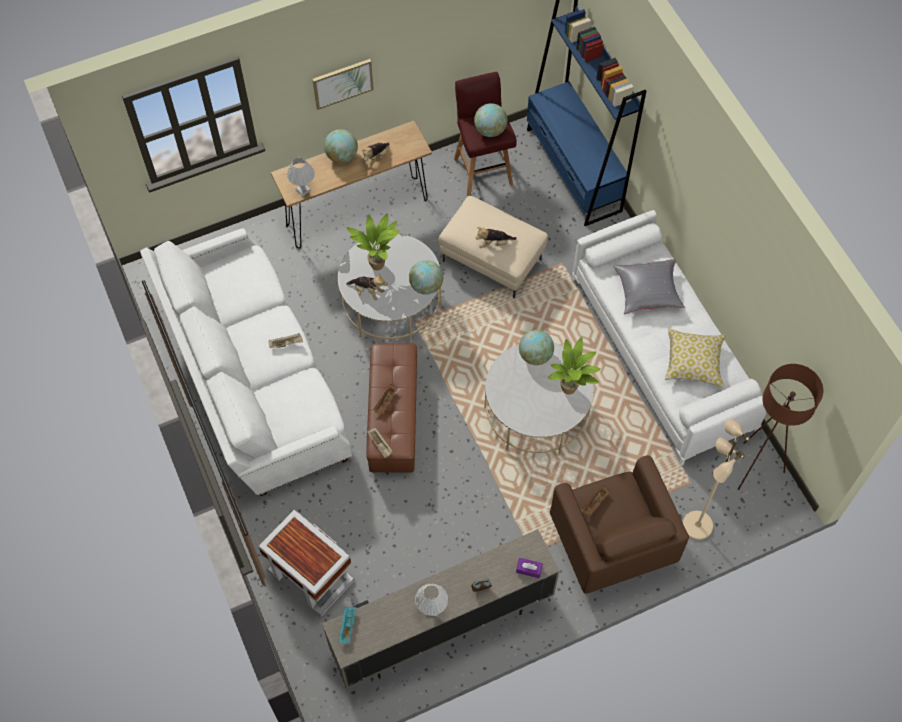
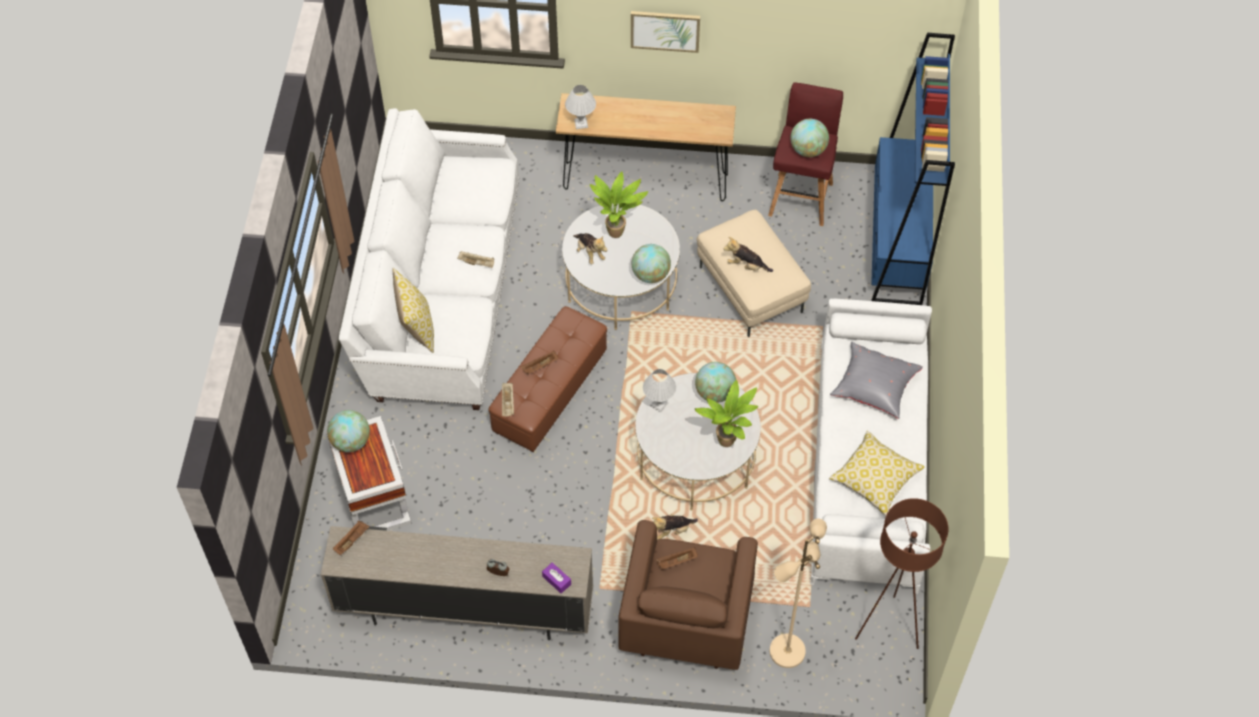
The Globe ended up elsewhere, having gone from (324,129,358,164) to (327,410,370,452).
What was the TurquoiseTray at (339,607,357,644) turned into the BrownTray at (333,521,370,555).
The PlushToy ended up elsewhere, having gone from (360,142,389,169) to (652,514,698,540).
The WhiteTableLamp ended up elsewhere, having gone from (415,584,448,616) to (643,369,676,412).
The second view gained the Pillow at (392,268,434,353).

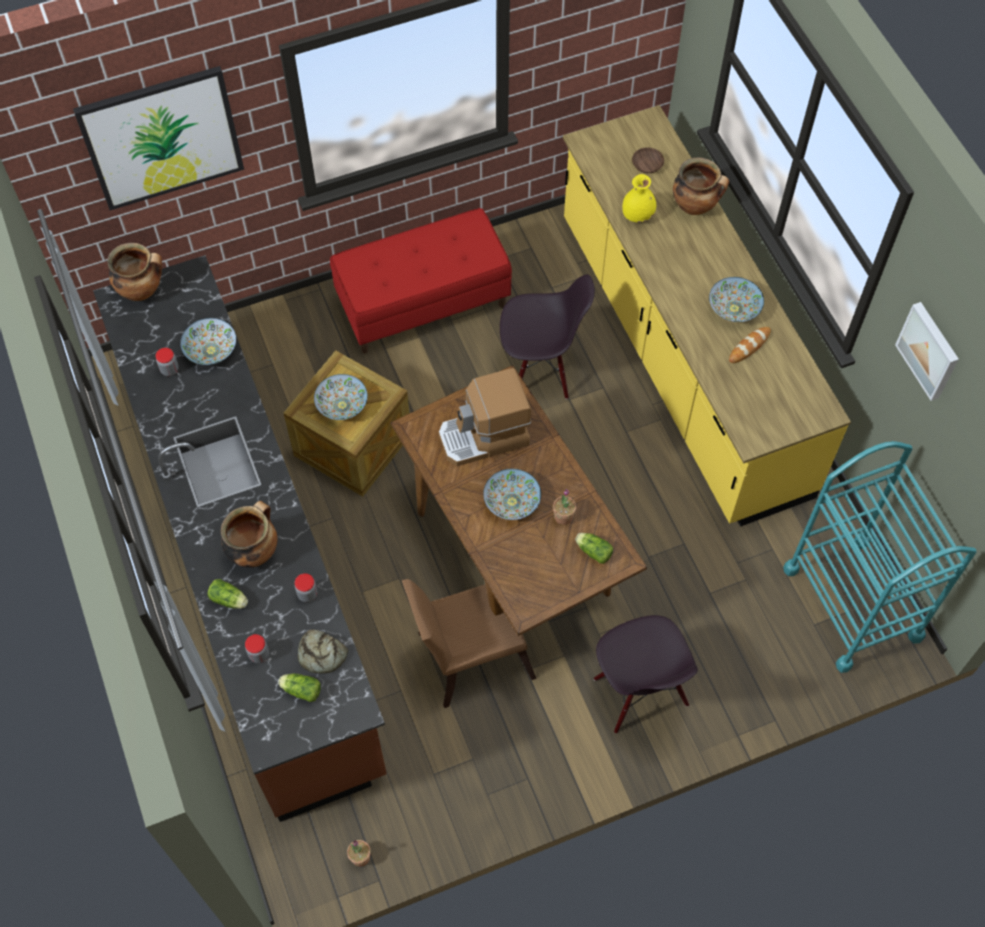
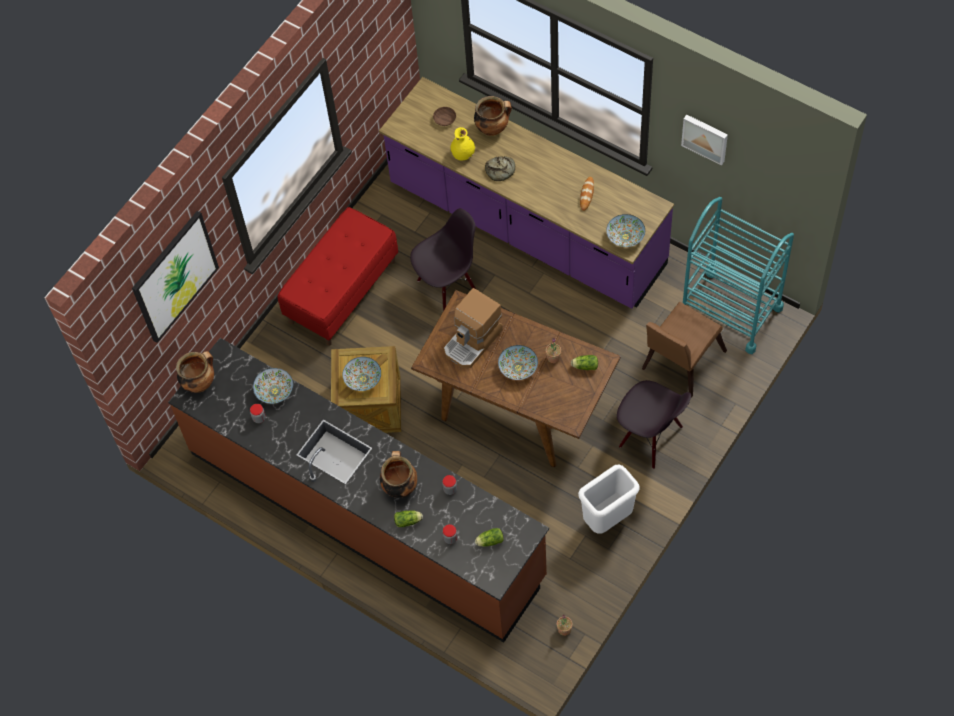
The Bread ended up elsewhere, having gone from (298,630,348,674) to (485,156,515,181).
The BrownChair ended up elsewhere, having gone from (402,579,536,708) to (642,302,727,398).
What was the YellowCounter at (563,105,851,527) turned into the PurpleCounter at (379,77,674,309).
The Bowl ended up elsewhere, having gone from (709,277,764,322) to (606,214,645,247).
The second view gained the WhiteTrashCan at (578,465,640,534).

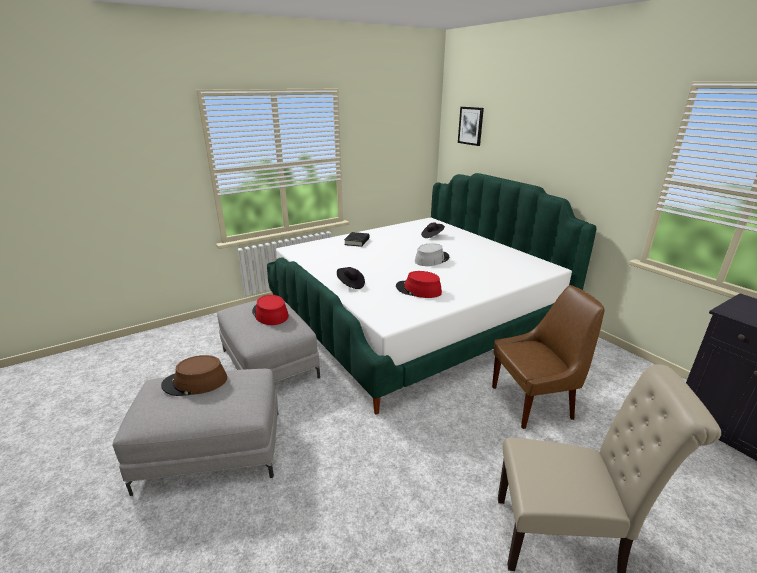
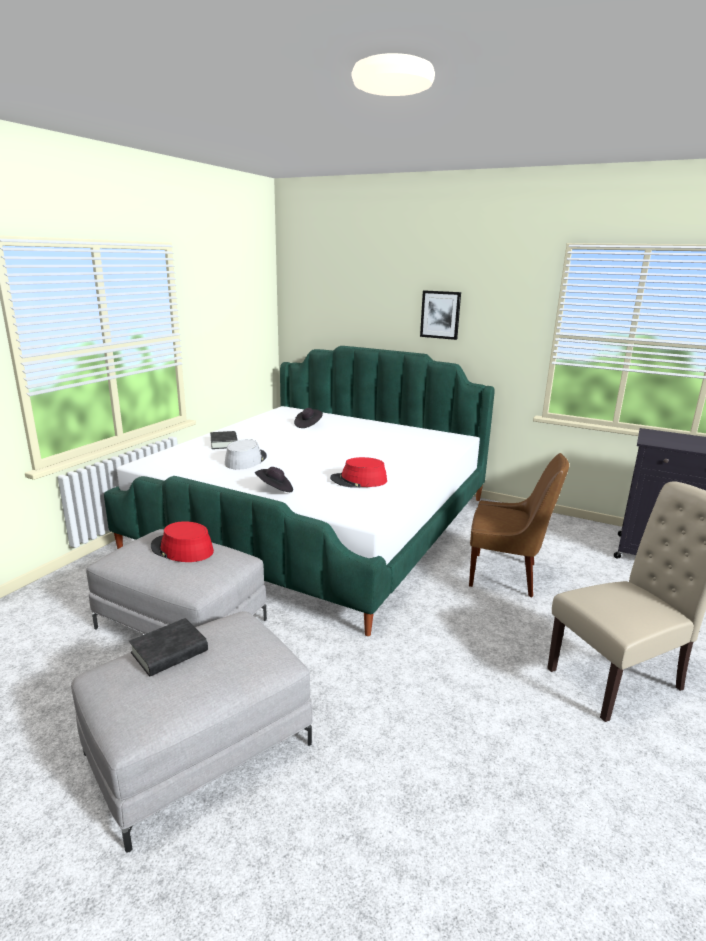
Where the BrownHat stood at (161,355,227,396), the BlackBook came to stand at (129,618,208,677).
The GreyHat ended up elsewhere, having gone from (415,243,449,266) to (225,439,267,469).
The Picture ended up elsewhere, having gone from (458,107,484,146) to (420,290,461,340).
The BrownChair at (492,285,605,429) ended up facing another way, 60 degrees clockwise from before.

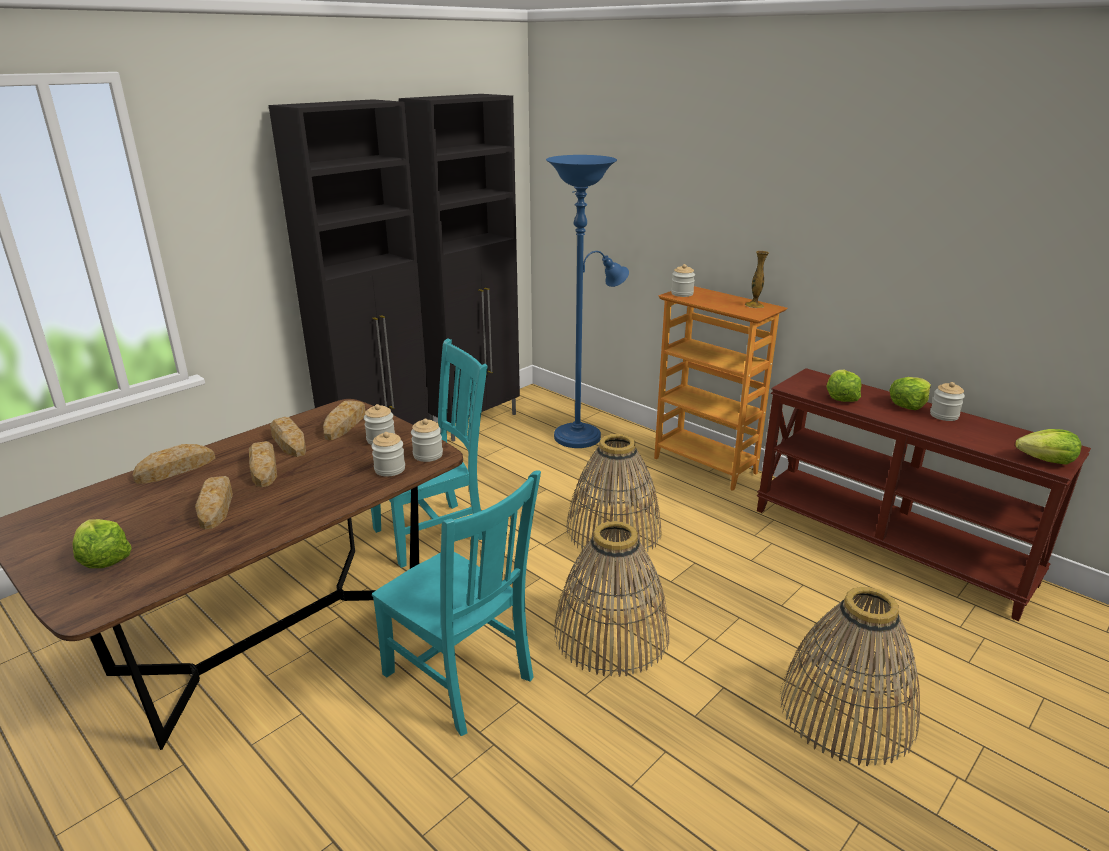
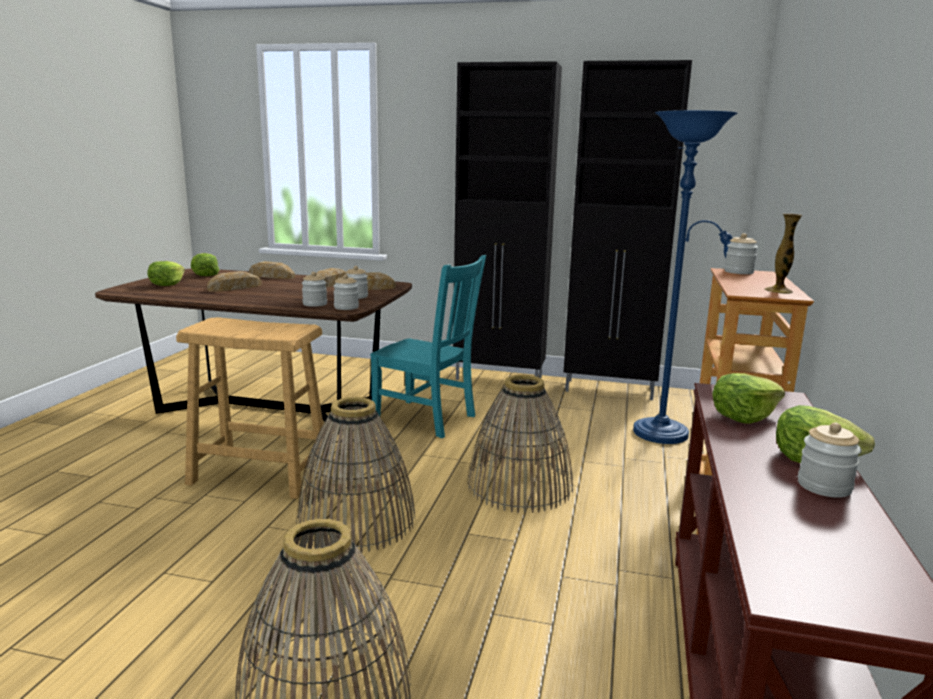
The second view lost the Bread at (249,441,277,487).
Where the TurquoiseChair stood at (372,471,541,736), the BeigeStool came to stand at (176,317,329,499).
The Lettuce ended up elsewhere, having gone from (1015,429,1081,465) to (191,253,219,276).

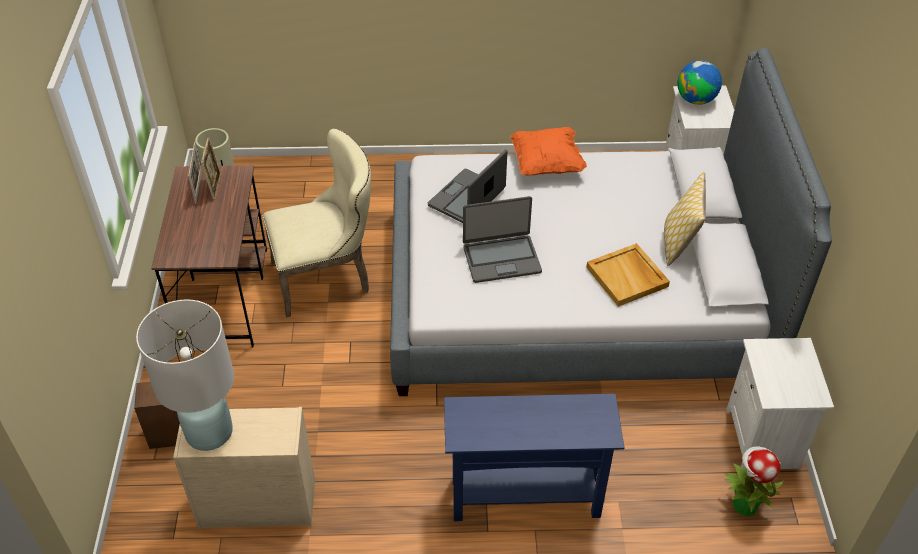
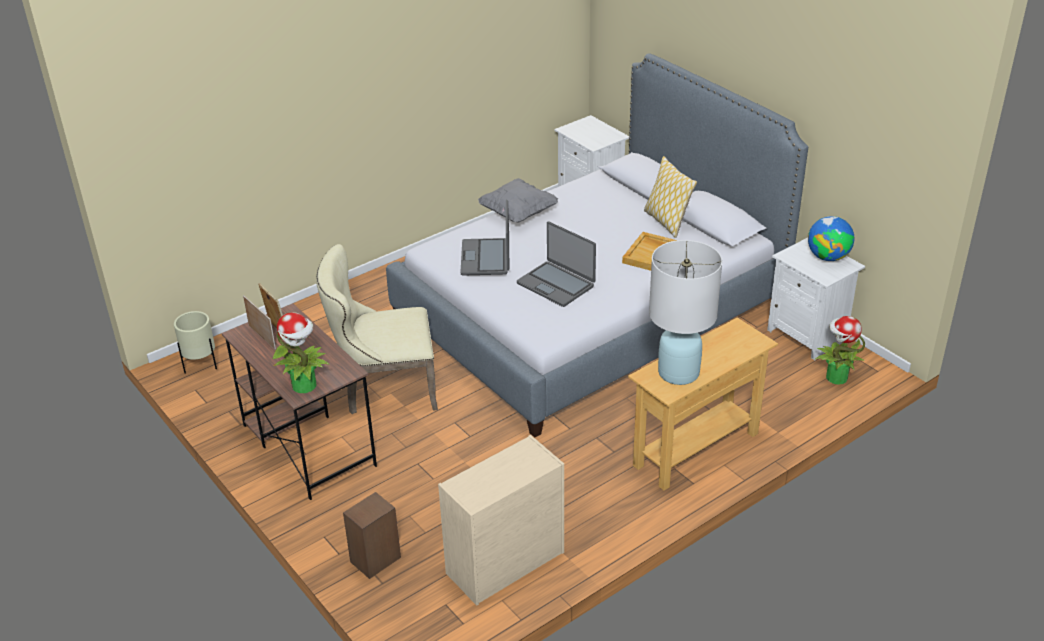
The WhiteTableLamp ended up elsewhere, having gone from (136,299,234,451) to (649,240,723,385).
The BeigeChair at (262,129,371,317) ended up facing another way, 135 degrees counterclockwise from before.
What was the BlueConsoleTable at (444,394,624,521) turned into the BeigeConsoleTable at (628,317,778,491).
The Laptop at (463,196,542,283) ended up facing another way, 90 degrees clockwise from before.
What was the OrangePillow at (510,127,587,176) turned into the GreyPillow at (478,178,558,223).
The Globe ended up elsewhere, having gone from (678,61,722,105) to (808,216,854,261).
The second view gained the PottedPlant at (273,312,330,393).

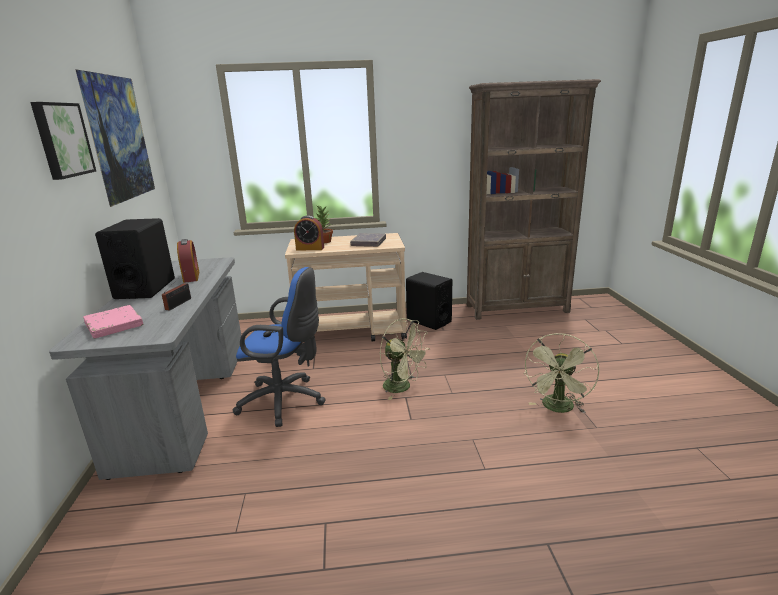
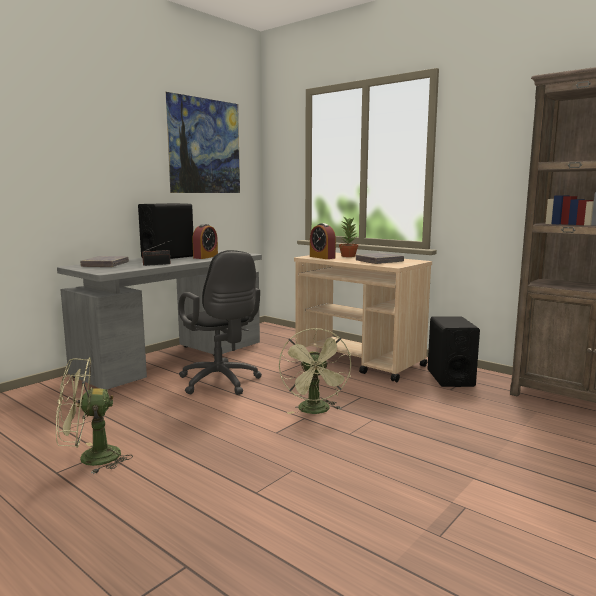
The second view lost the Picture at (30,102,96,180).
What was the PinkBook at (83,305,143,339) turned into the GreyBook at (80,256,129,267).
What was the BlueOfficeChair at (233,267,326,427) turned into the BlackOfficeChair at (178,250,262,395).
The GreenFan ended up elsewhere, having gone from (524,333,599,413) to (56,357,133,474).

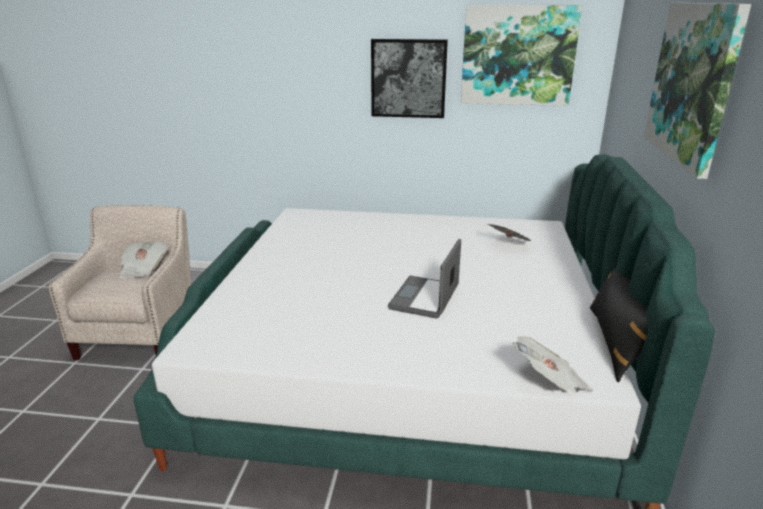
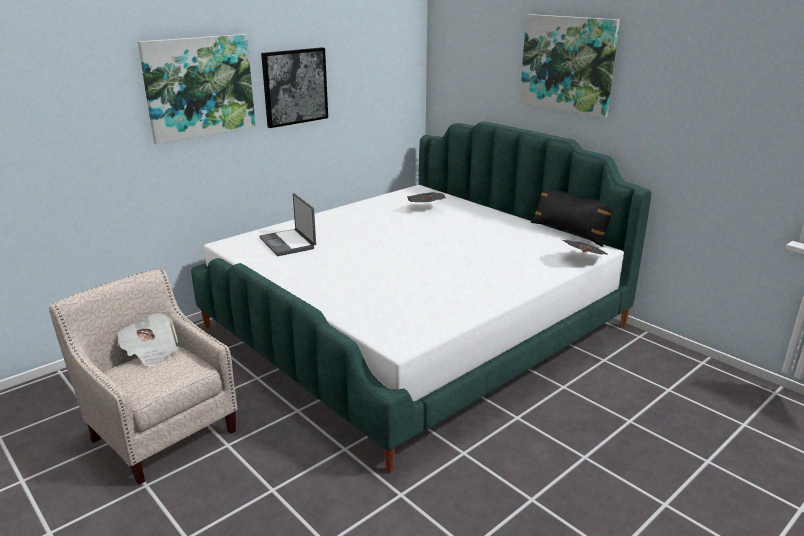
The Laptop ended up elsewhere, having gone from (388,239,461,318) to (259,193,316,256).
The Picture ended up elsewhere, having gone from (461,5,582,106) to (138,34,256,144).

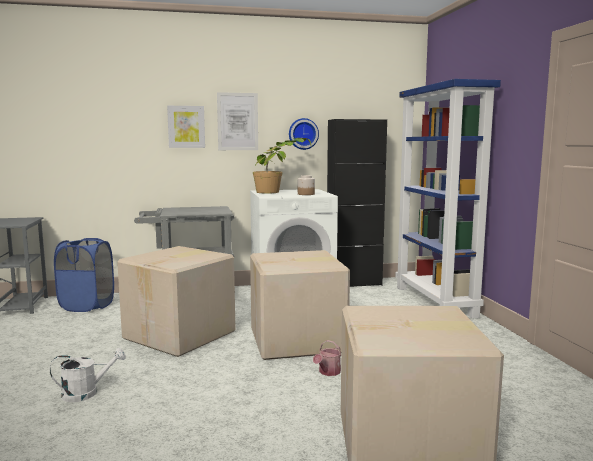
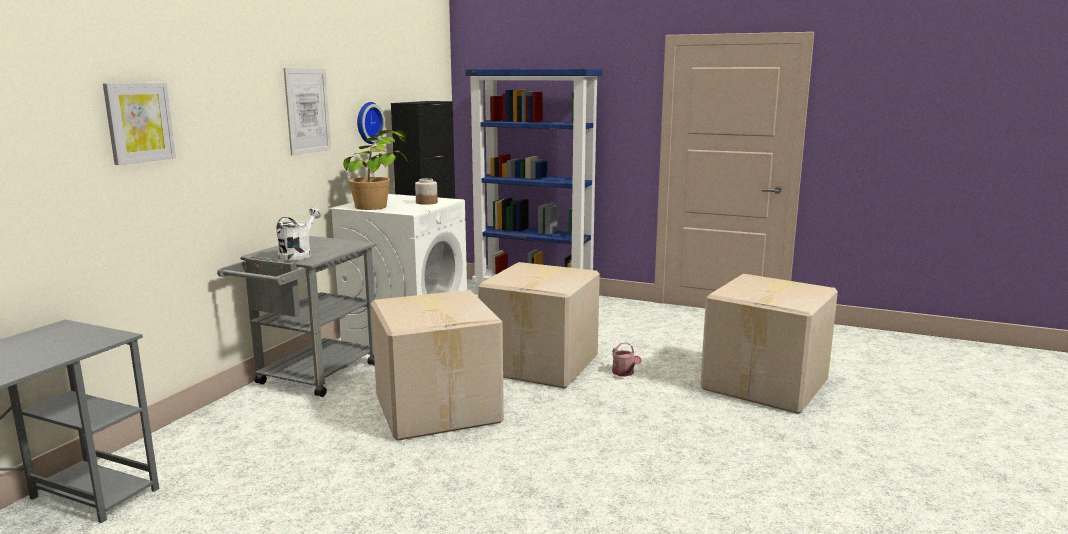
The WhiteWateringCan ended up elsewhere, having gone from (50,348,126,402) to (276,207,321,261).
The second view lost the BlueLaundryBasket at (54,238,114,312).
The Picture ended up elsewhere, having gone from (167,106,205,148) to (103,83,176,165).

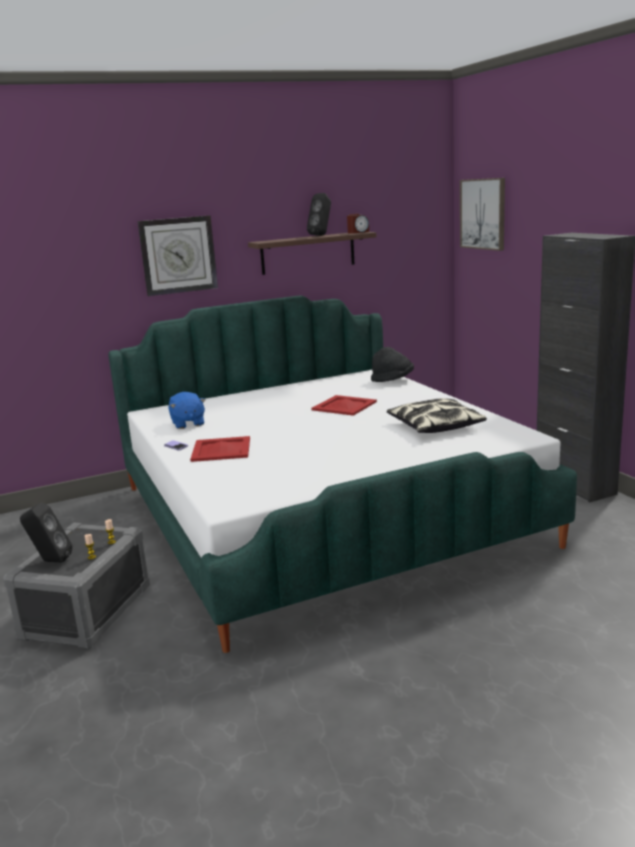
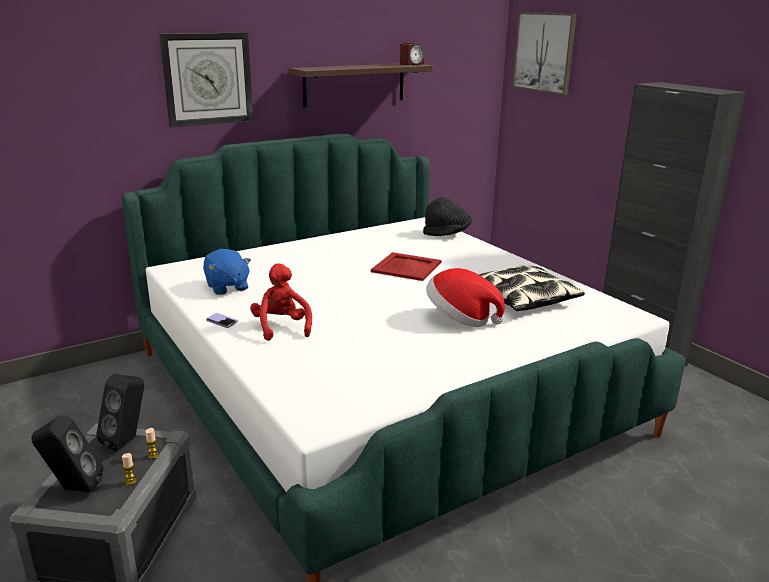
Where the RedTray stood at (190,436,250,462), the RedPlushToy came to stand at (250,263,312,341).
The BlackSpeaker ended up elsewhere, having gone from (307,193,331,236) to (96,374,144,451).
The second view gained the Hat at (426,268,505,327).

